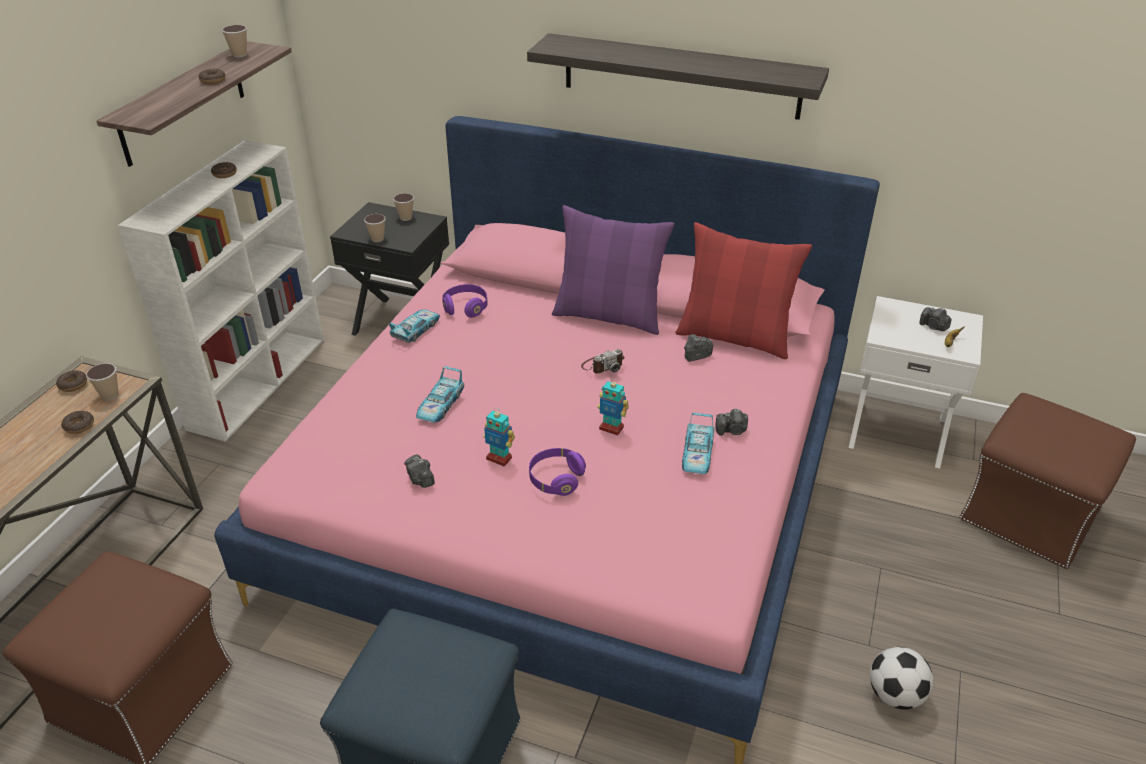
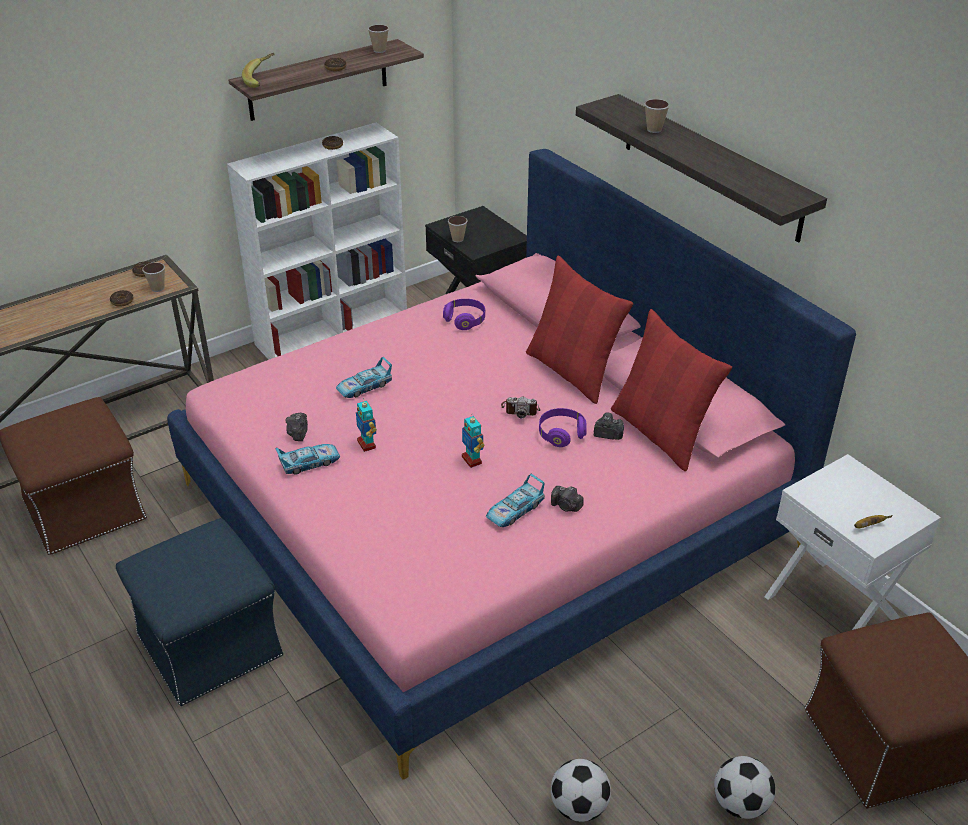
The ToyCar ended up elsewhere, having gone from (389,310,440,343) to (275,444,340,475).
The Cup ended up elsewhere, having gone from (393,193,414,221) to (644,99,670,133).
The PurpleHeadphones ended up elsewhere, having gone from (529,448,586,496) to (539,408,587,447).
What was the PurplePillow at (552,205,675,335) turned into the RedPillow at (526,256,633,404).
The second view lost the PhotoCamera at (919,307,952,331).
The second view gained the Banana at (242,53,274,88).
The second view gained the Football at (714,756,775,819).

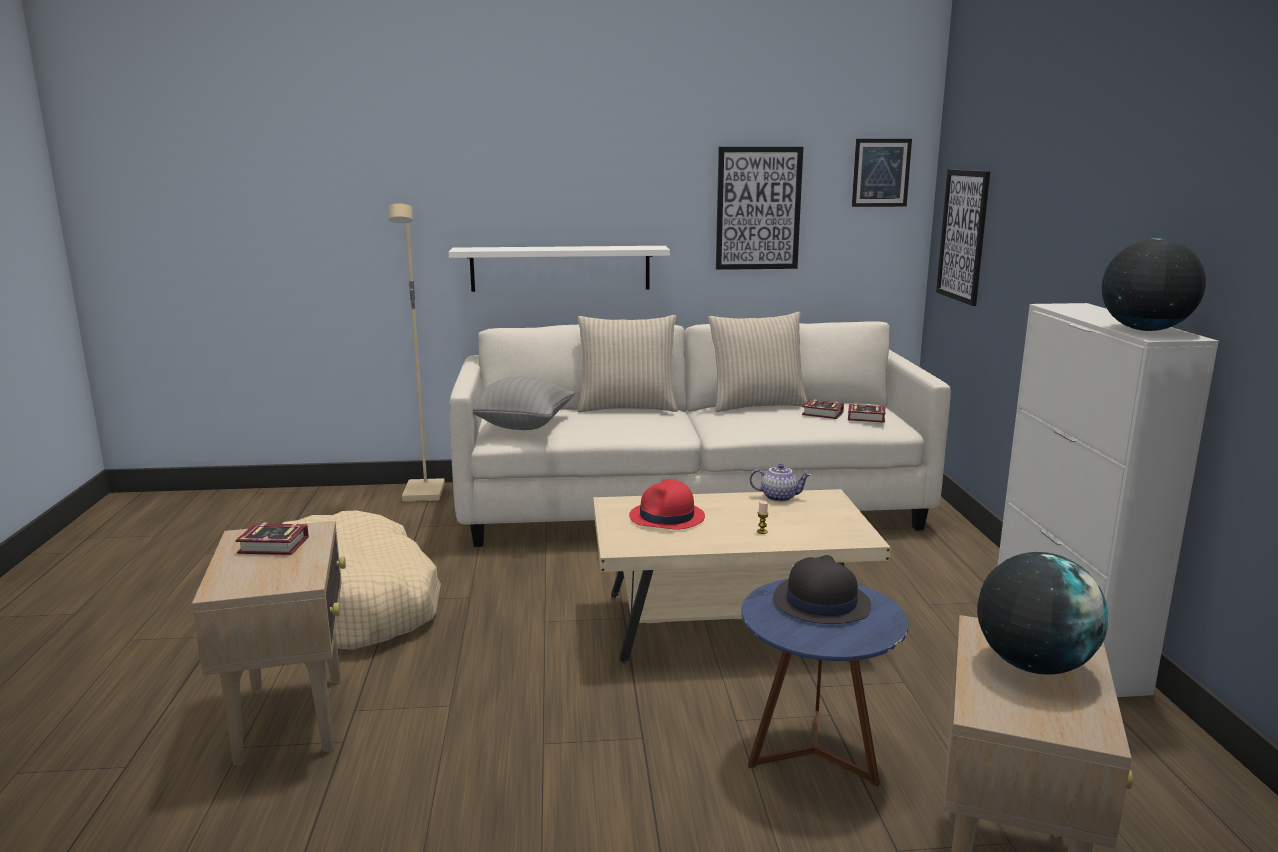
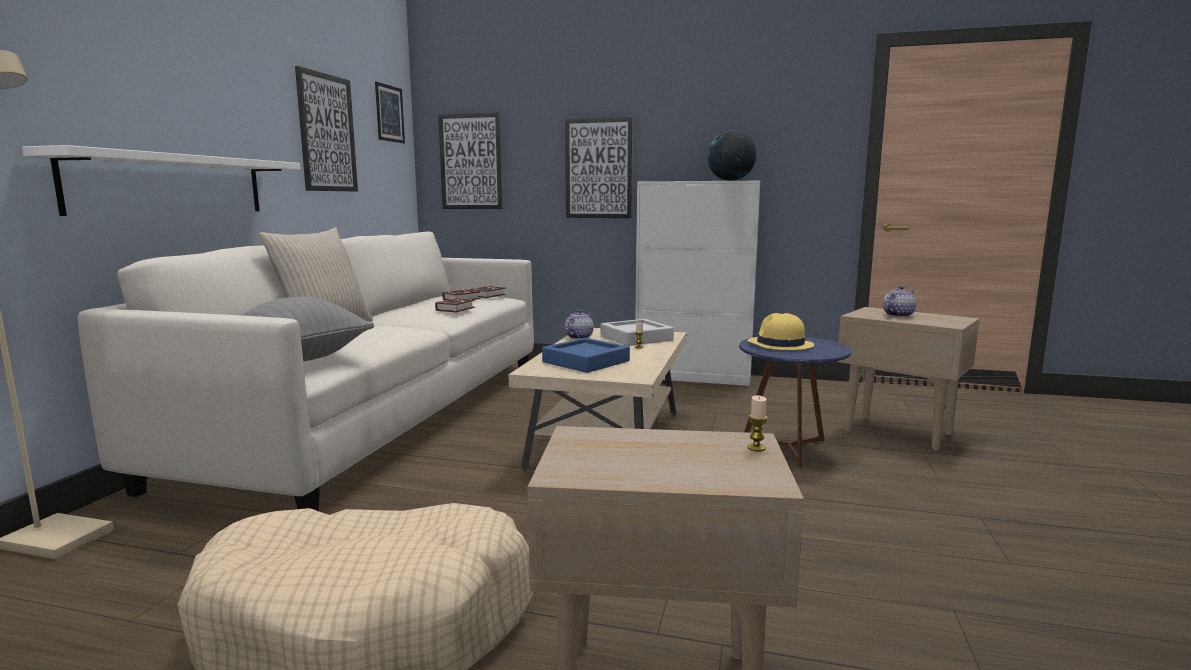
The Book ended up elsewhere, having gone from (235,523,309,555) to (435,298,475,312).
Where the RedHat stood at (629,479,705,530), the BlueTray came to stand at (542,338,630,373).
The second view lost the BeigePillow at (708,312,807,412).
What was the BlackHat at (773,555,871,624) turned into the YellowHat at (748,313,814,350).
Where the Globe stood at (977,552,1108,675), the Teapot came to stand at (883,286,916,317).
The second view gained the Picture at (565,117,633,218).
The second view gained the GreyTray at (600,319,674,346).
The second view gained the Candle at (748,395,767,452).

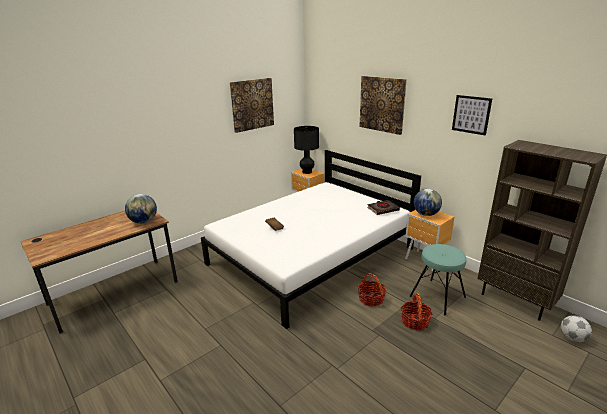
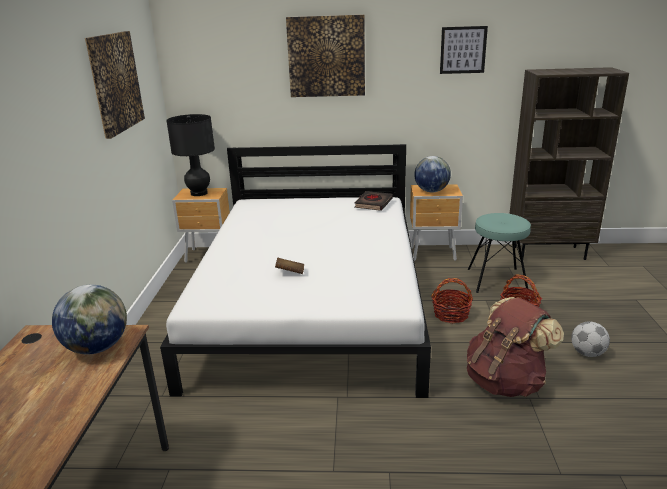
The Football ended up elsewhere, having gone from (560,315,592,342) to (571,321,610,357).
The second view gained the BrownBackpack at (467,297,564,397).

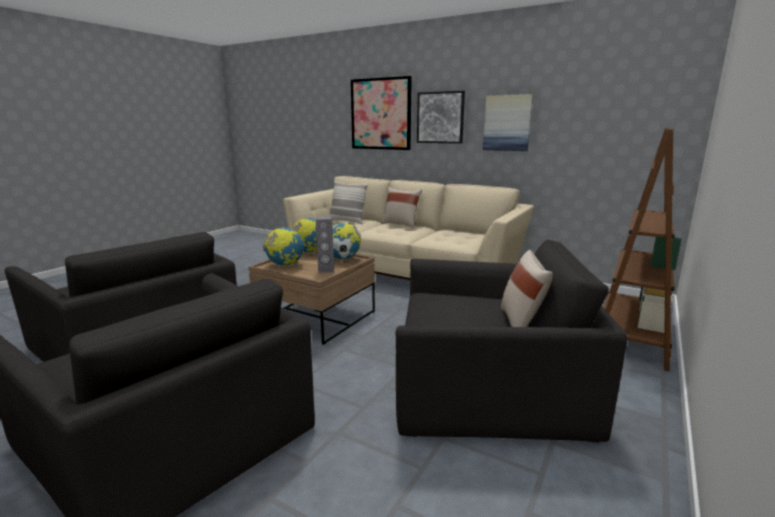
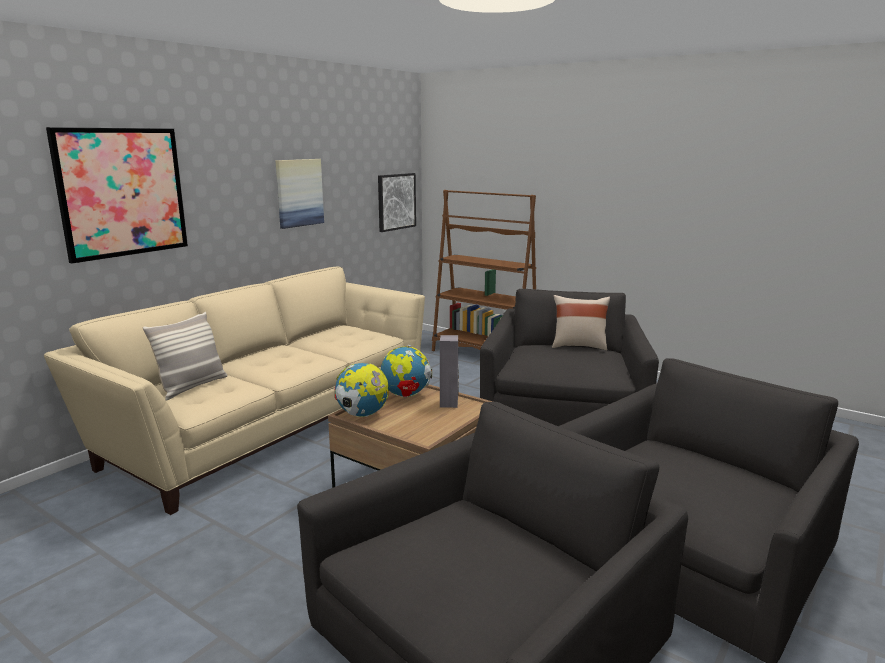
The second view lost the Globe at (263,227,304,267).
The second view lost the BeigePillow at (381,187,422,228).
The Picture ended up elsewhere, having gone from (417,91,465,144) to (378,173,416,232).

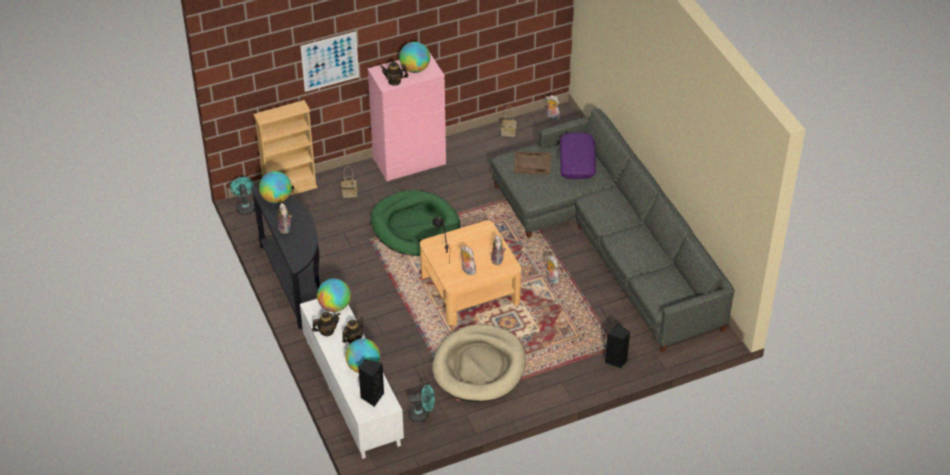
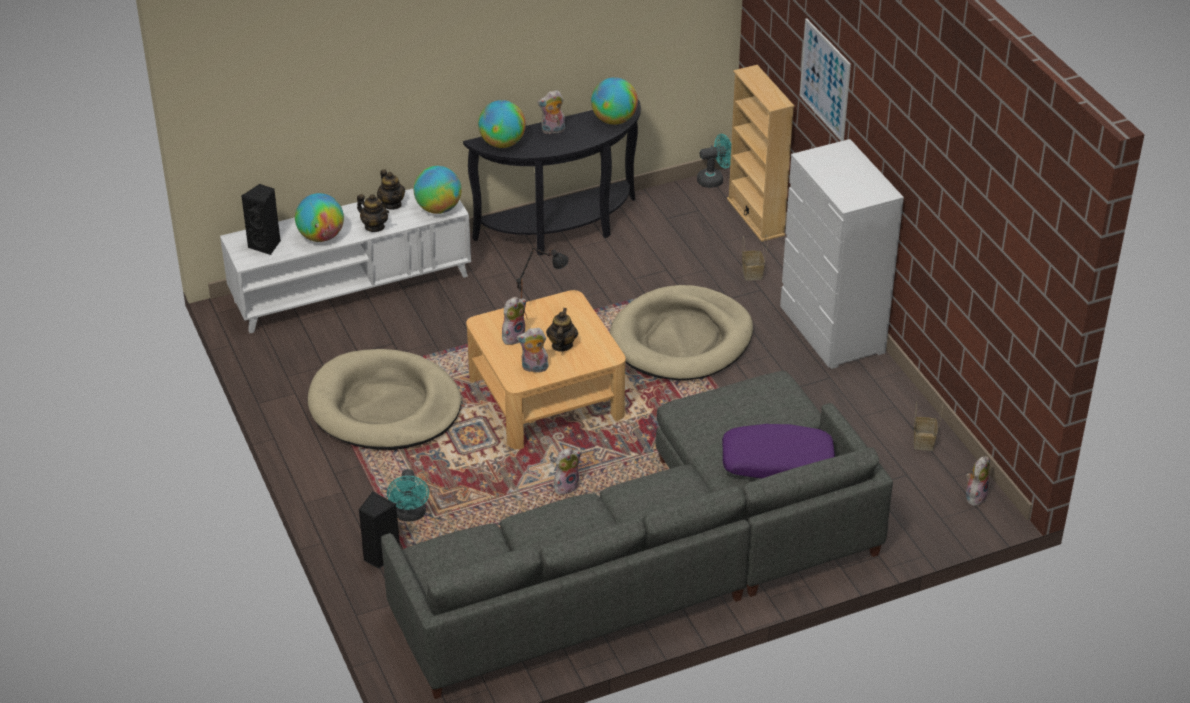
What was the PinkDresser at (368,54,446,181) turned into the WhiteDresser at (780,139,904,369).
What was the GreenDogBed at (371,190,460,256) turned into the BeigeDogBed at (610,285,753,380).
The Teapot ended up elsewhere, having gone from (380,61,409,86) to (546,308,578,351).
The Globe ended up elsewhere, having gone from (399,42,430,73) to (478,100,526,148).
The TurquoiseFan ended up elsewhere, having gone from (408,384,434,423) to (387,469,429,521).
The second view lost the BrownTray at (514,151,551,175).

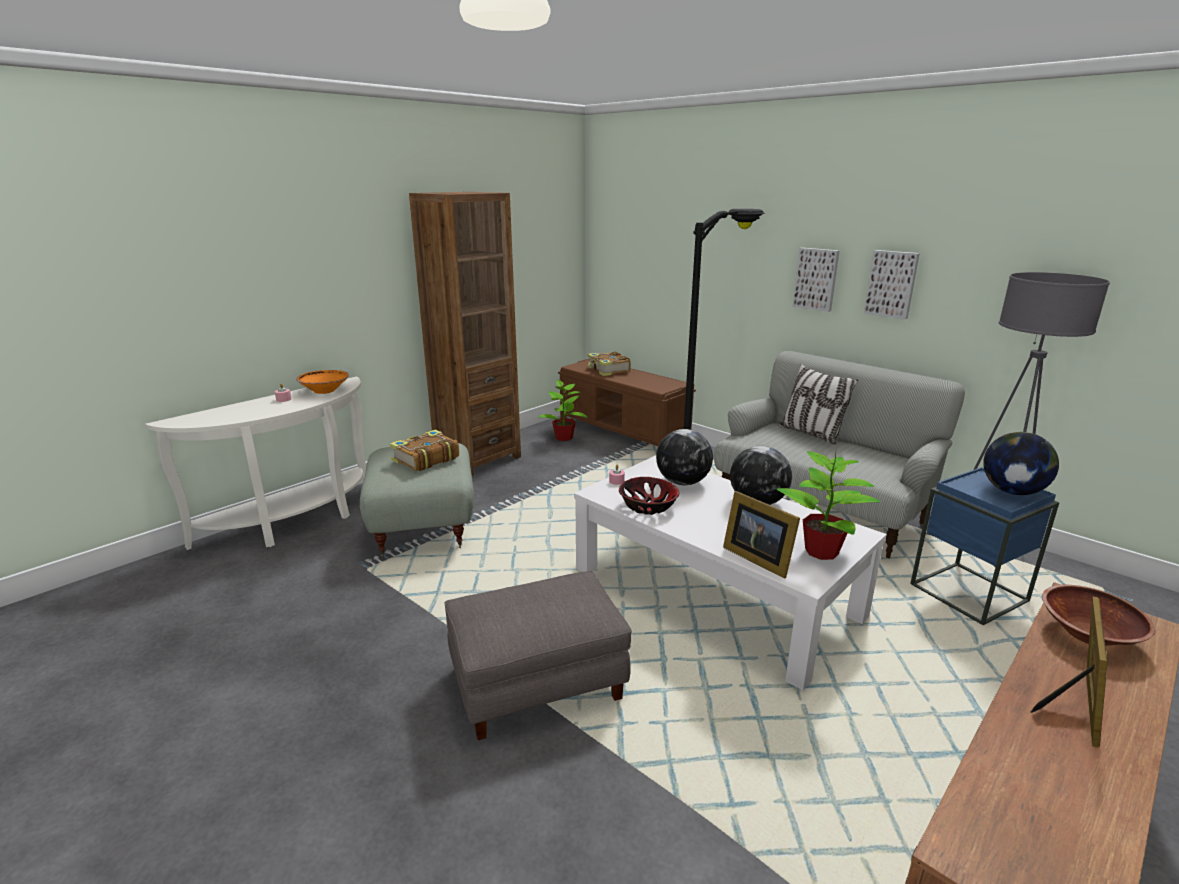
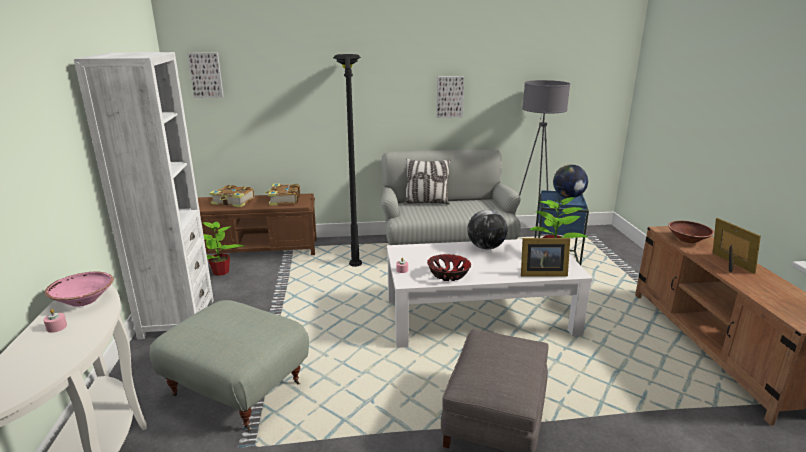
What was the OrangeBowl at (296,370,349,394) turned into the PinkBowl at (45,272,114,307).
The Book ended up elsewhere, having gone from (390,429,459,471) to (264,184,300,205).
What was the BrownBookcase at (409,192,521,476) turned into the WhiteBookcase at (74,52,214,340).
The second view lost the Globe at (656,429,713,485).
The Picture ended up elsewhere, having gone from (793,248,840,312) to (187,53,224,98).

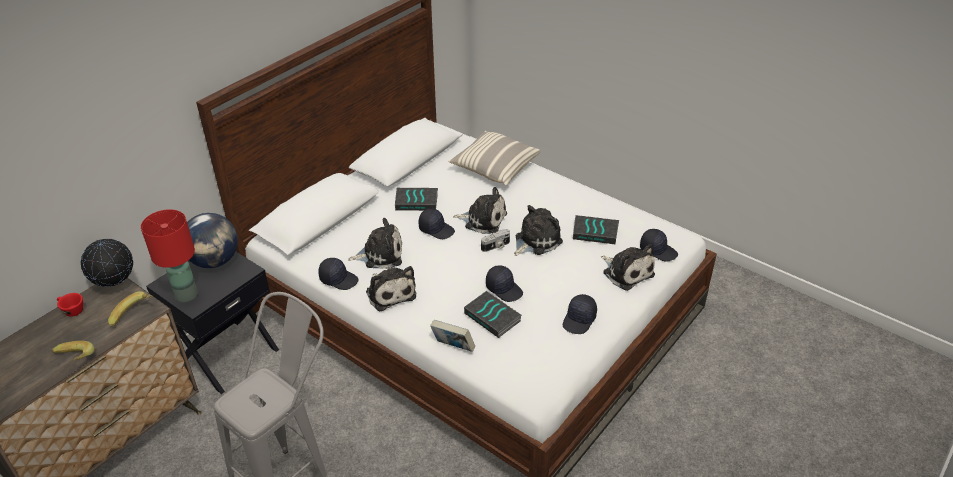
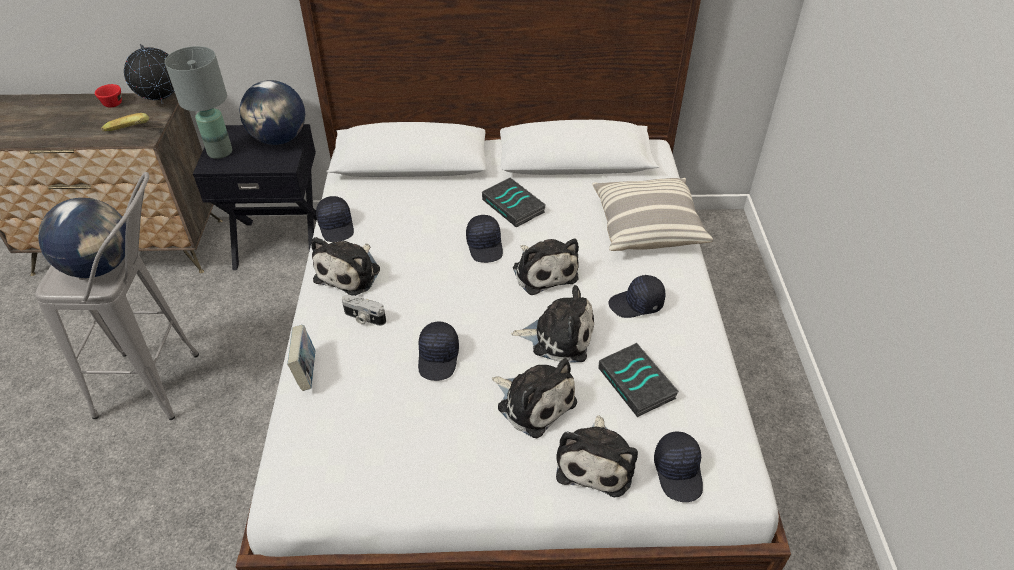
The second view lost the Banana at (52,341,95,362).
What was the RedTableLamp at (141,209,198,303) turned into the GreyTableLamp at (165,46,232,159).
The PlushToy ended up elsewhere, having gone from (348,218,402,269) to (492,358,577,438).
The second view lost the Book at (464,291,522,338).
The PhotoCamera ended up elsewhere, having gone from (481,229,510,252) to (342,295,386,326).
The BlackCap ended up elsewhere, having gone from (563,294,597,334) to (608,275,666,318).
The second view gained the Globe at (38,198,126,278).

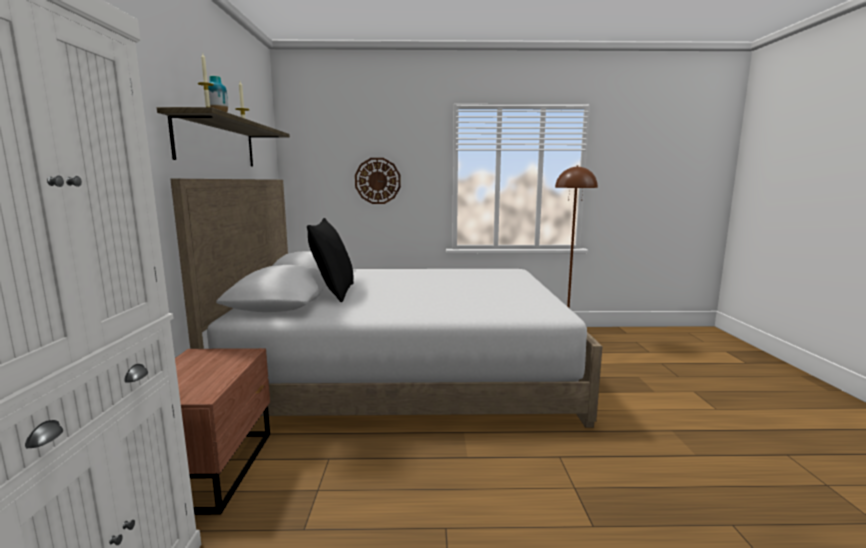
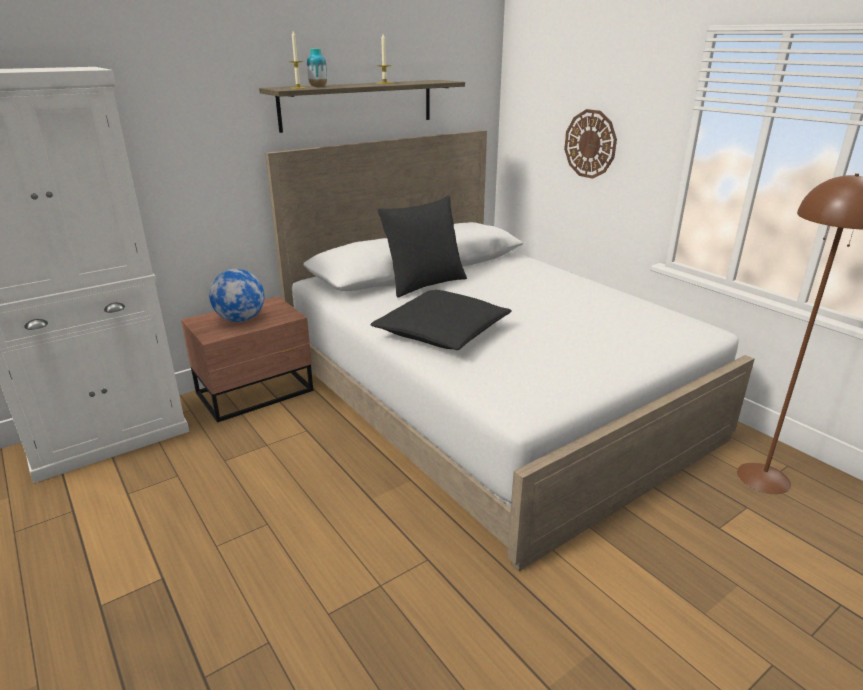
The second view gained the Globe at (209,269,264,322).
The second view gained the BlackPillow at (371,290,512,350).

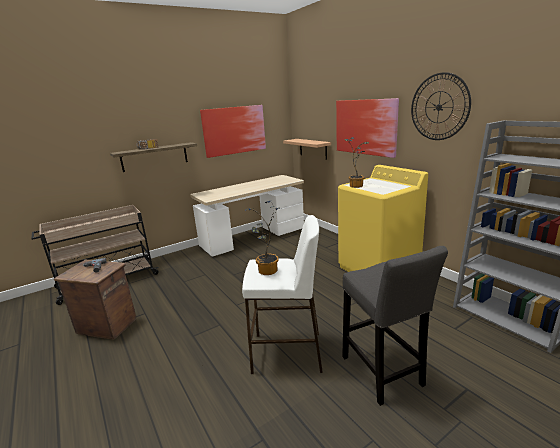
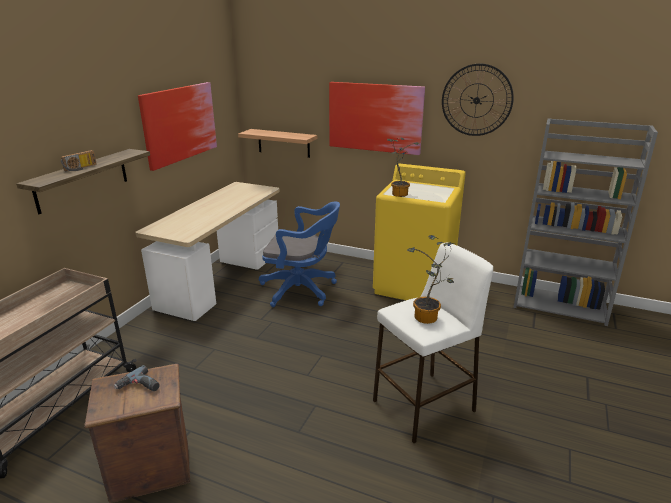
The second view lost the GreyStool at (342,246,448,406).
The second view gained the BlueOfficeChair at (259,202,340,307).

